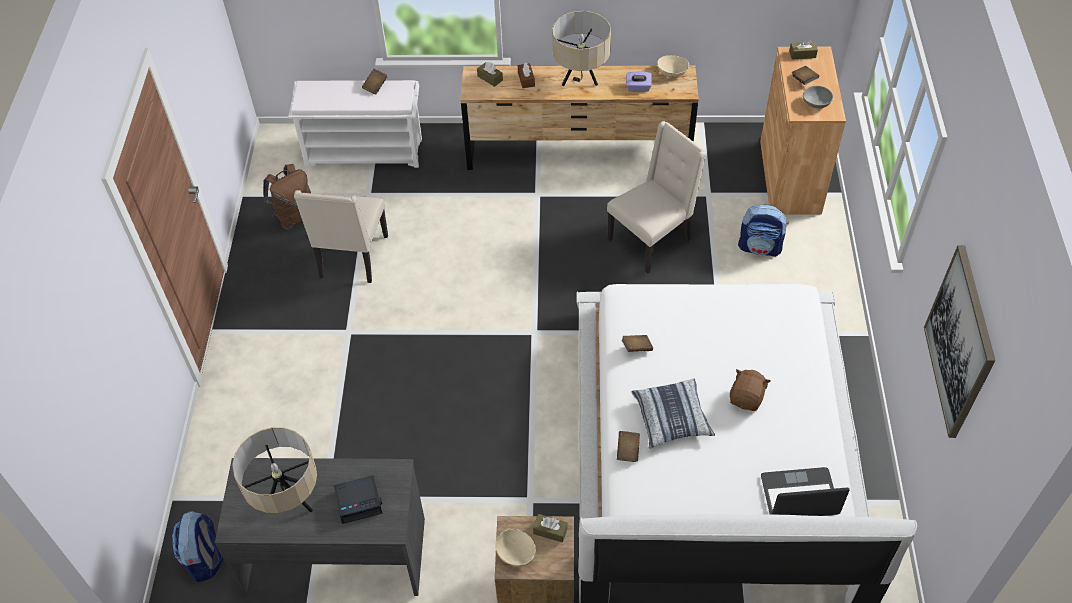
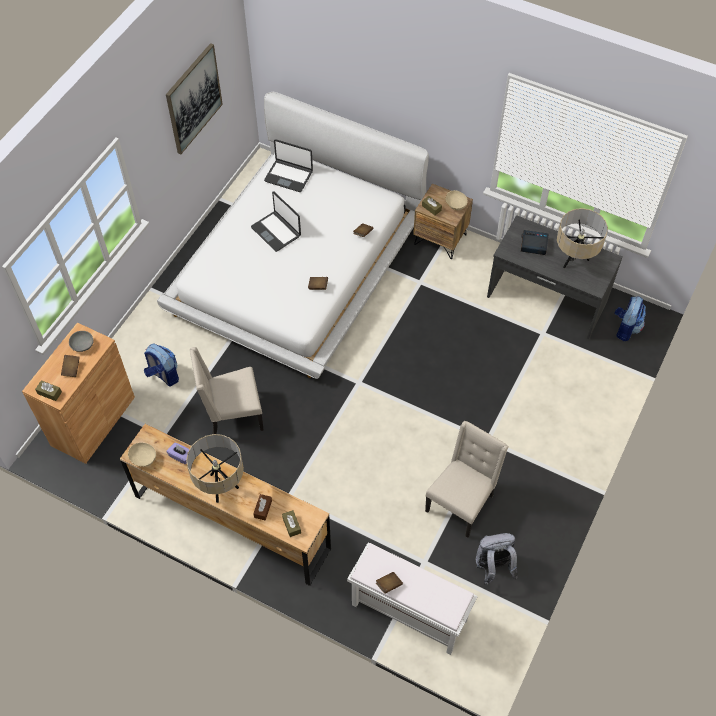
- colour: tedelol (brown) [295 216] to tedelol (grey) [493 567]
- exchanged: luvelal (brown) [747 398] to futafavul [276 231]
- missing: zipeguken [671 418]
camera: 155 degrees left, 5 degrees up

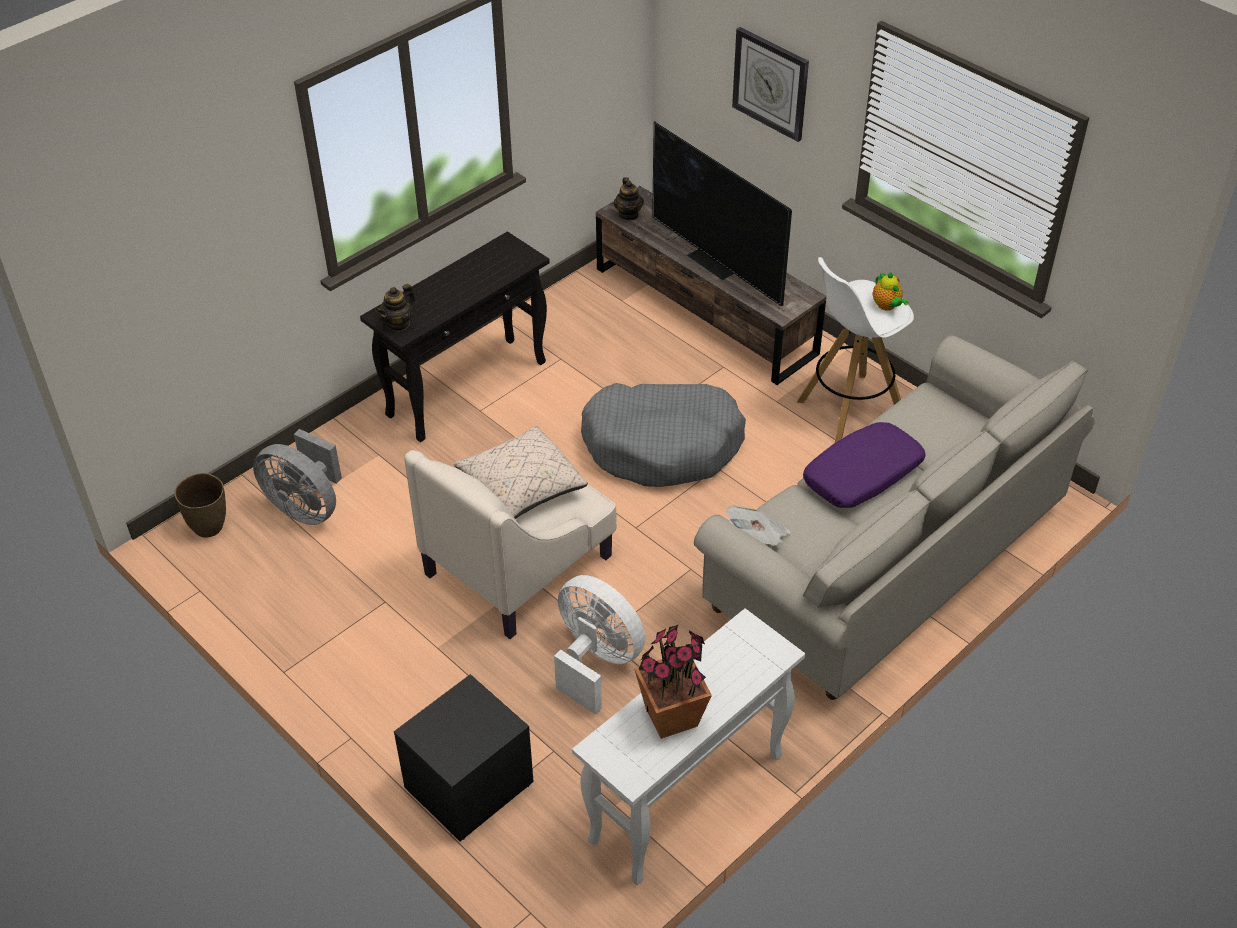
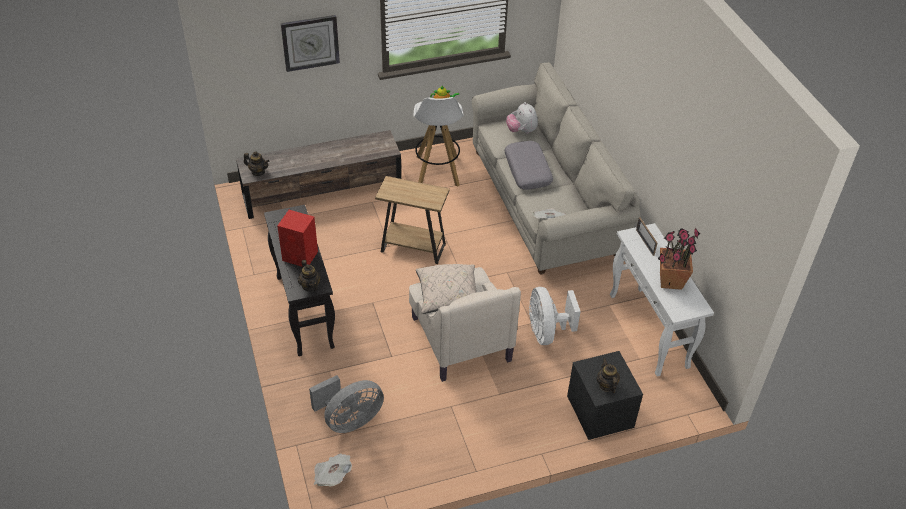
- missing: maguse [716 262]
- exchanged: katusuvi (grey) [663 445] to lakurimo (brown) [413 248]
- colour: zipeguken (purple) [863 475] to zipeguken (grey) [528 170]
- exchanged: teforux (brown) [209 527] to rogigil [332 475]
- spun: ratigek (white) [596 661] = [546 332] 75 degrees counterclockwise
- appeared: luvelal [521 131]
- appeared: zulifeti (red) [301 256]
- appeared: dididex [645 242]
- appeared: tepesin [606 385]
camera: 65 degrees left, 0 degrees up

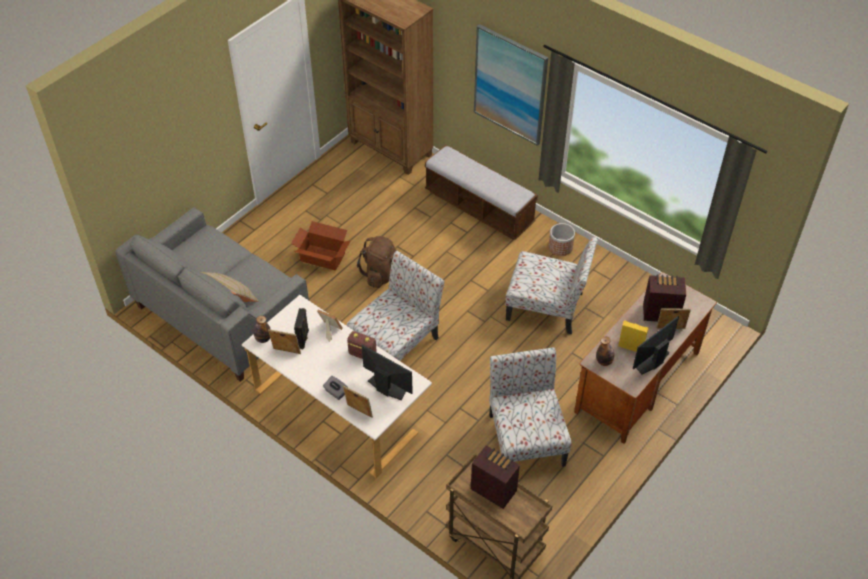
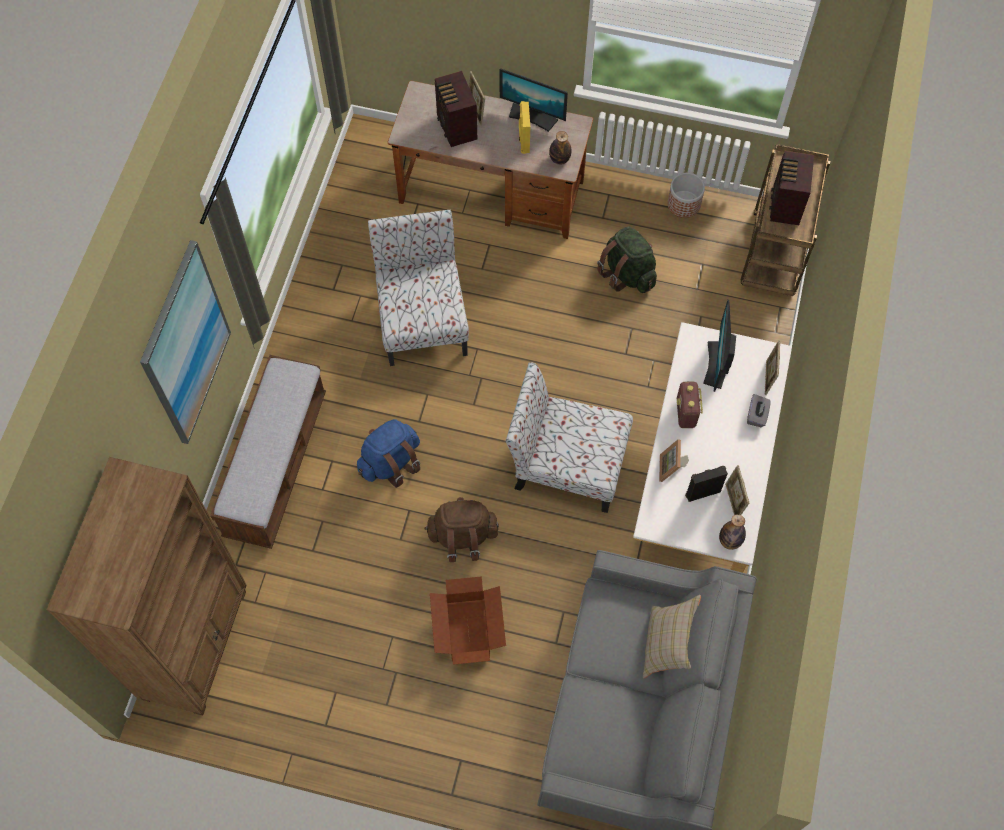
- relocated: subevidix [560 247] to [684 204]
- exchanged: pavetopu [525 437] to tedelol (green) [627 273]
- appeared: tedelol (blue) [390 463]
camera: 115 degrees left, 15 degrees up

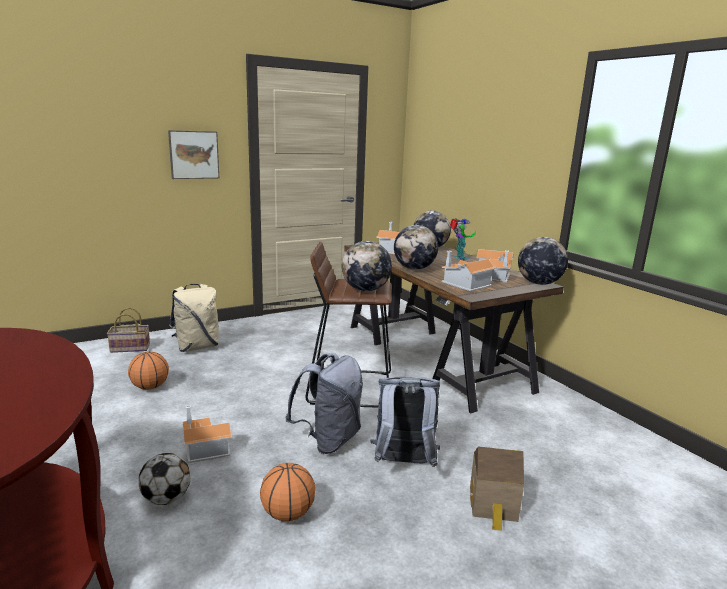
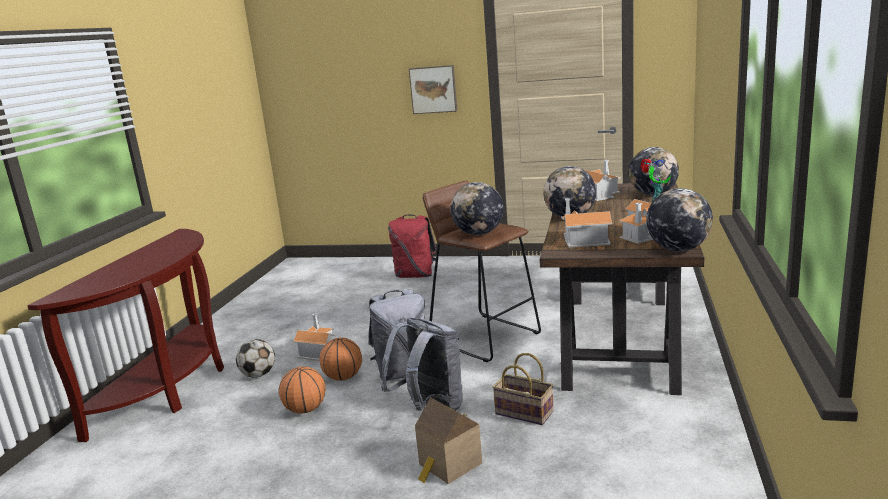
- colour: tedelol (beige) [197 347] to tedelol (red) [415 275]
- relocated: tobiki [129 348] to [522 413]
- relocated: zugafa [150 387] to [343 377]
camera: 45 degrees right, 0 degrees up

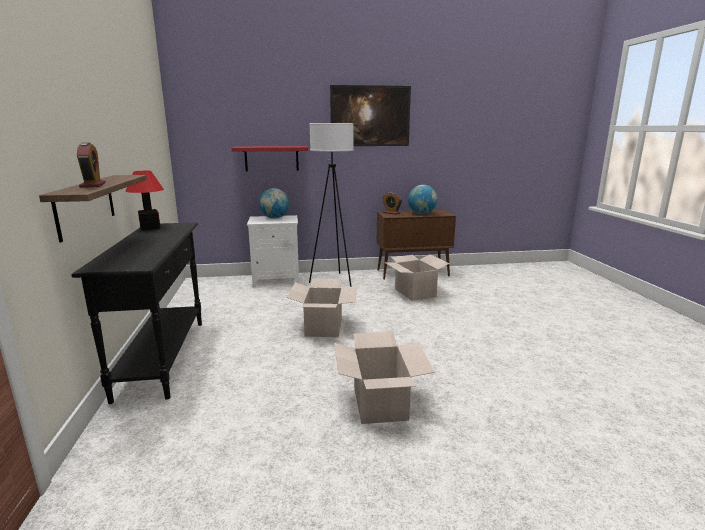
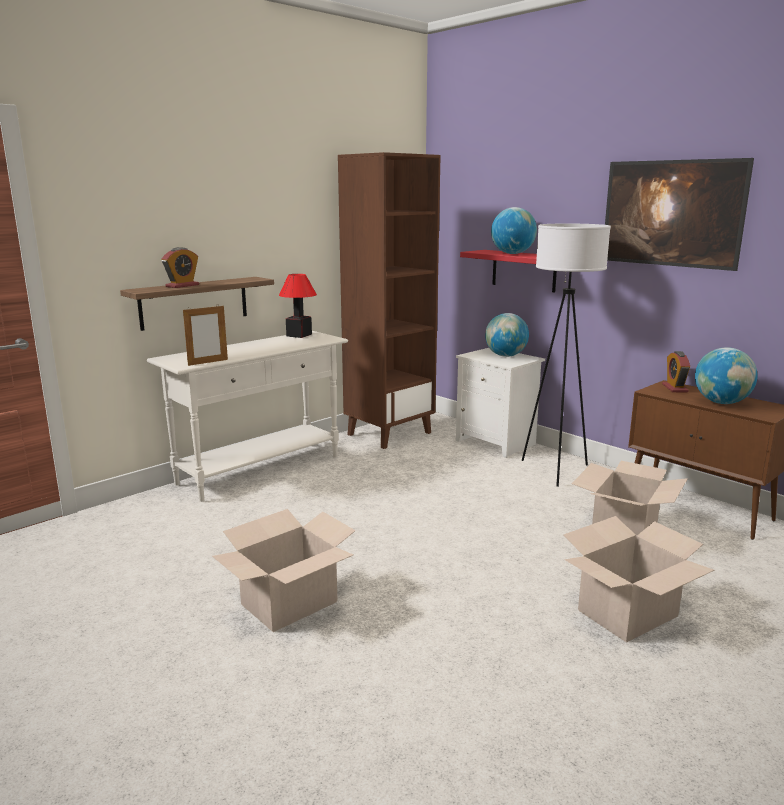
- colour: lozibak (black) [163 357] to lozibak (white) [261 470]
- relocated: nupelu [323 327] to [627 613]
- appeared: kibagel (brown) [389 433]
- appeared: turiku [512 254]
- appeared: dididex [208 362]
camera: 55 degrees right, 0 degrees up

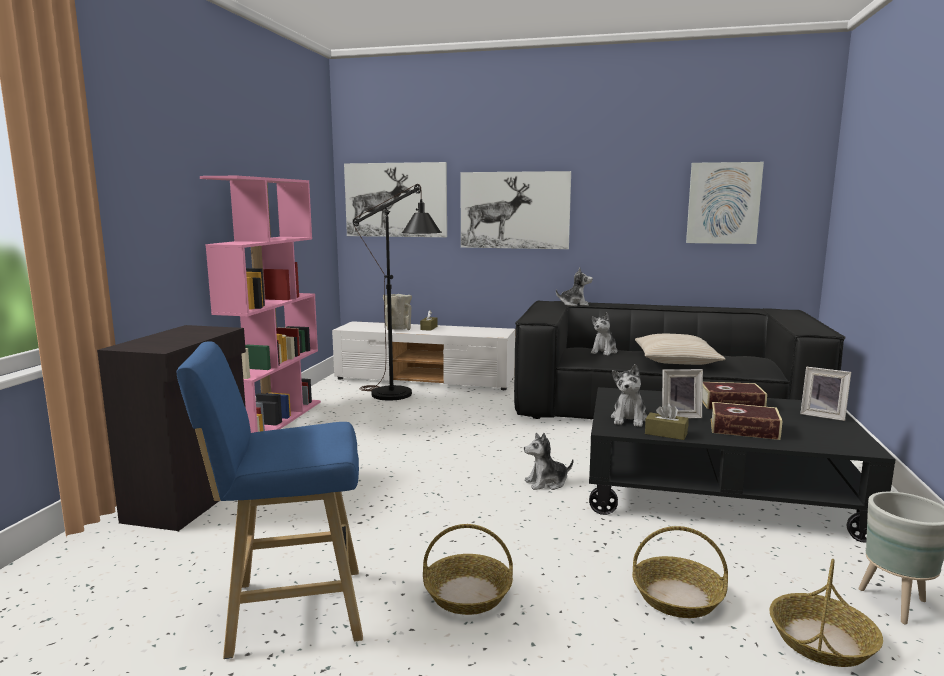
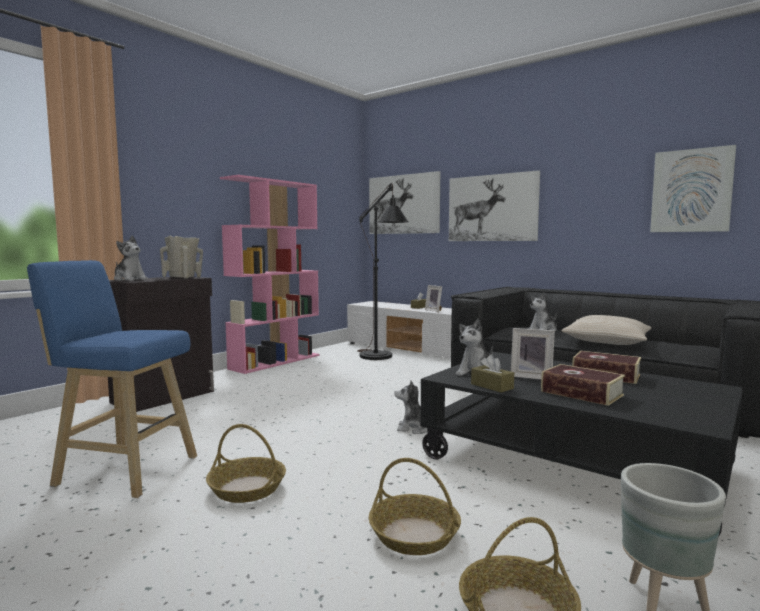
- relocated: luvelal [574 304] to [130 279]
- relocated: teforux (beige) [398 328] to [183 277]
- relocated: dididex [822 415] to [434 310]
camera: 25 degrees right, 5 degrees down

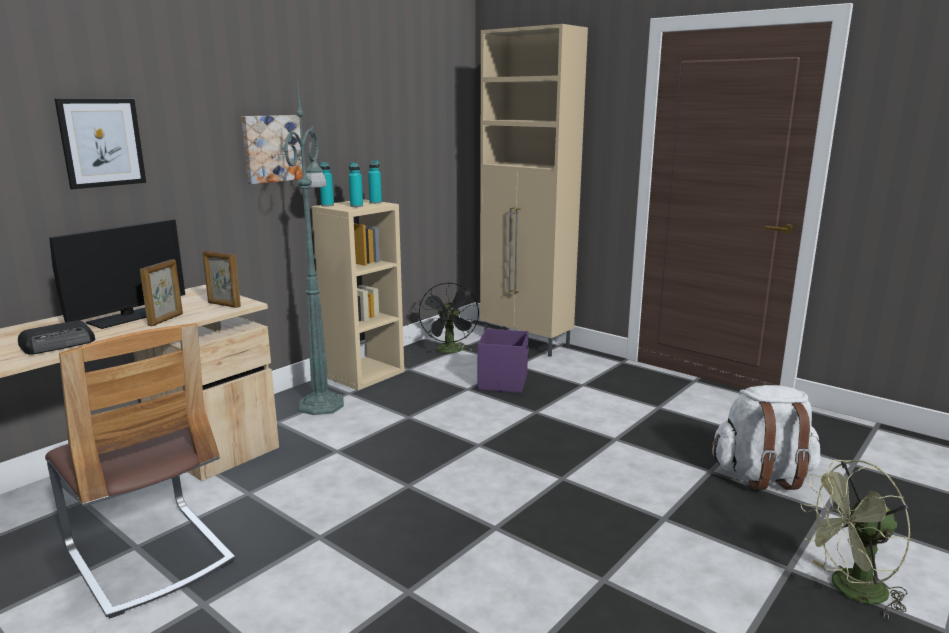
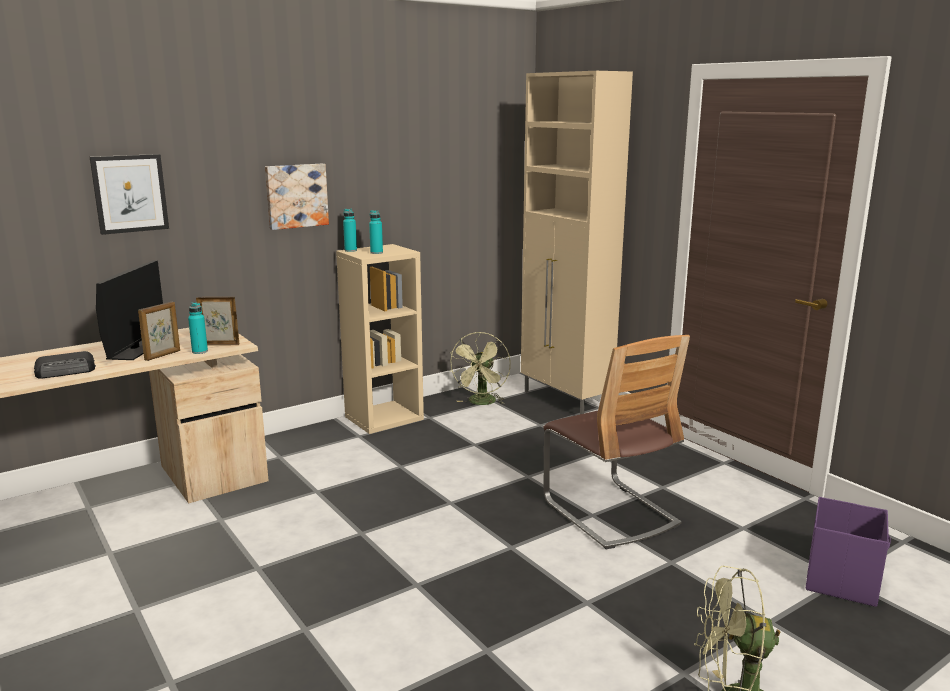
- missing: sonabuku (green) [322 403]
- relocated: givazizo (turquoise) [375 202] to [200 351]
- spun: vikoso [128 317] = [135 350] 45 degrees counterclockwise
- spun: dididex [224 305] = [220 344] 135 degrees clockwise
- colour: ratigek (black) [450 351] to ratigek (green) [481 403]
- relocated: pavetopu [149 556] to [610 513]
- relocated: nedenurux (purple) [503 382] to [842 580]
- missing: tedelol (white) [762 475]
camera: 15 degrees right, 0 degrees up

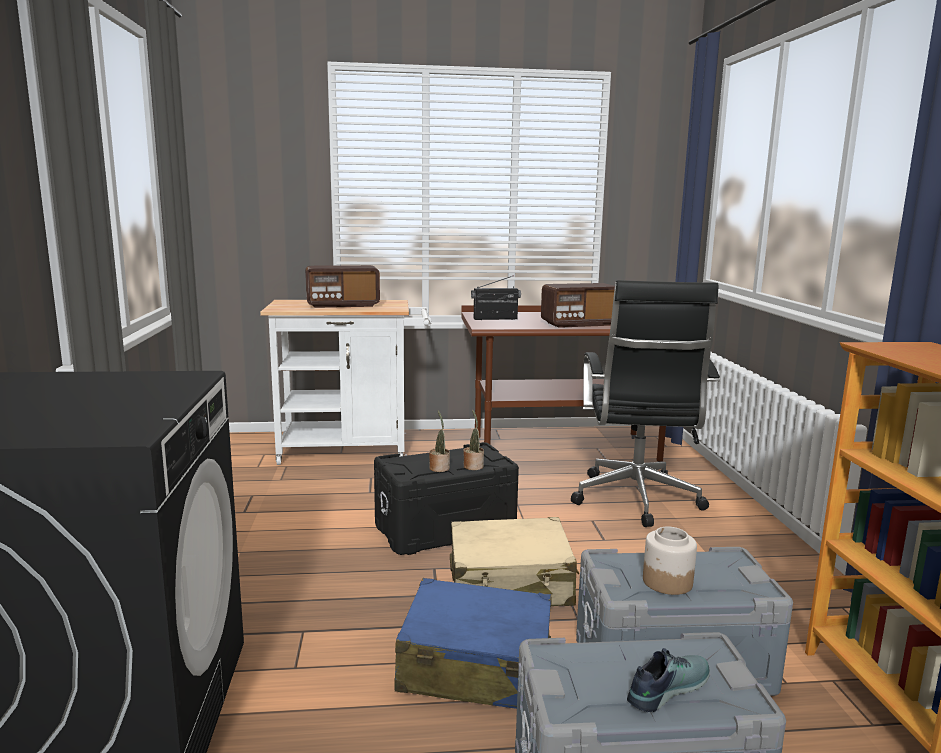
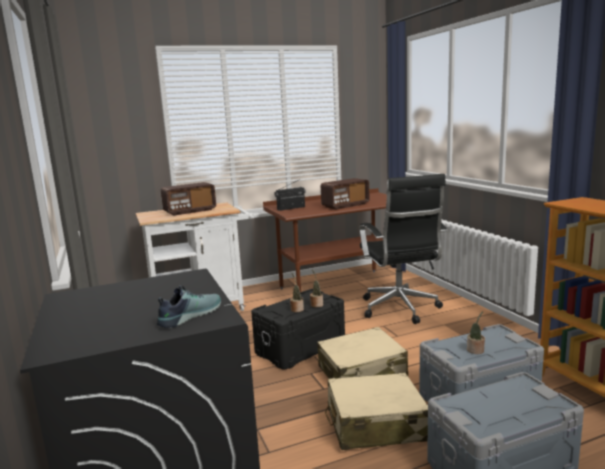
- exchanged: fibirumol [666 581] to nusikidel [476 351]
- colour: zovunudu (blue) [475 666] to zovunudu (beige) [375 425]
- relocated: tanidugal [665 687] to [189 315]
camera: 15 degrees left, 0 degrees up

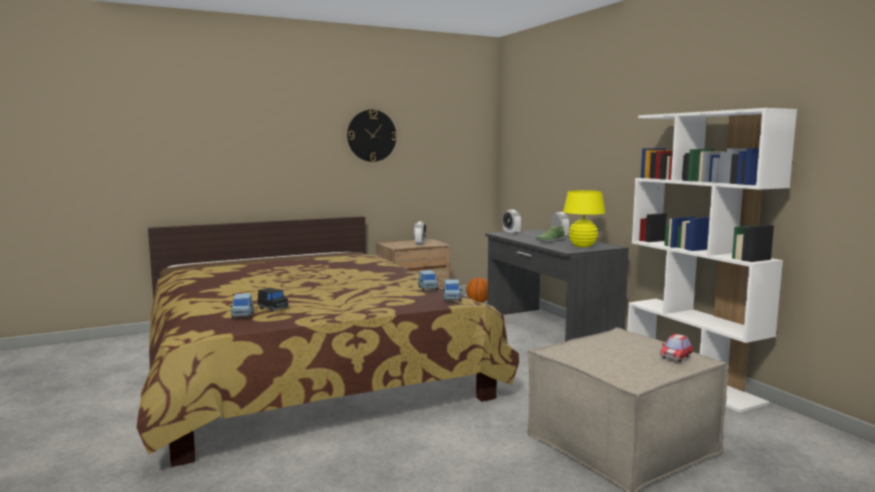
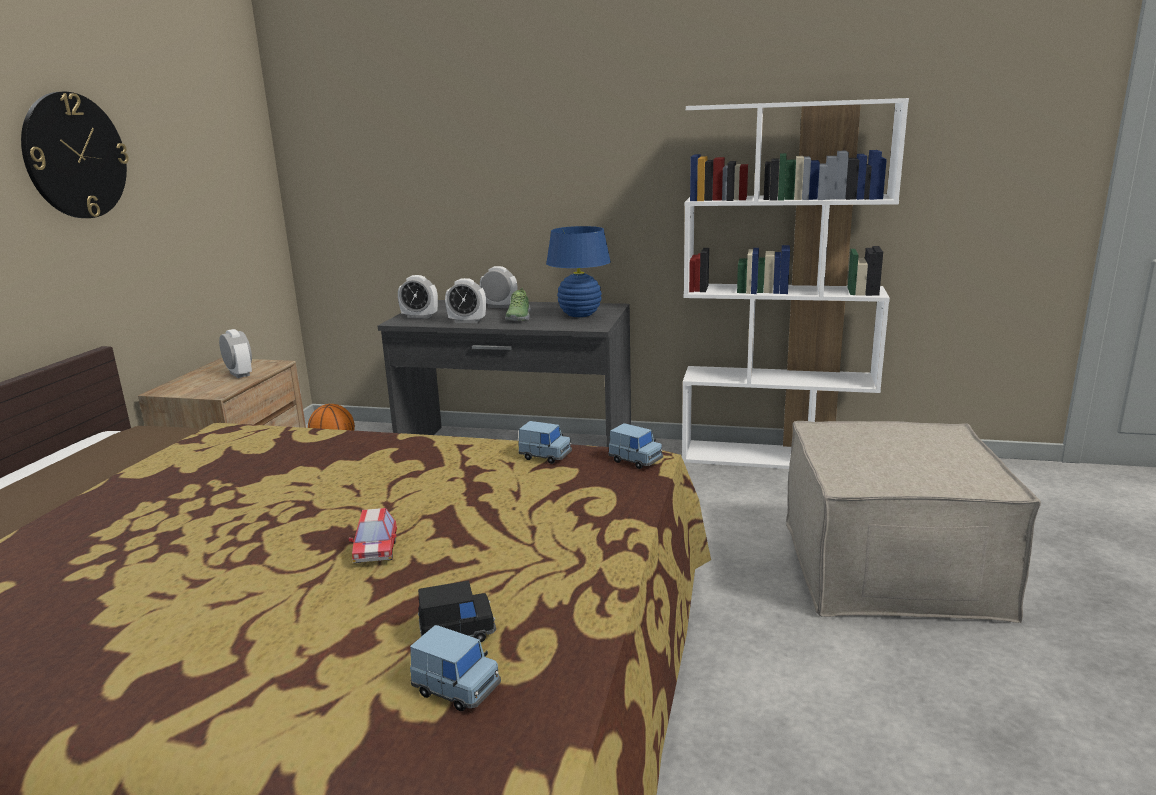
- colour: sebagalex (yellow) [582 246] to sebagalex (blue) [579 314]
- relocated: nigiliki [676 357] to [376 551]
- appeared: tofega [467 321]
camera: 50 degrees left, 10 degrees up

